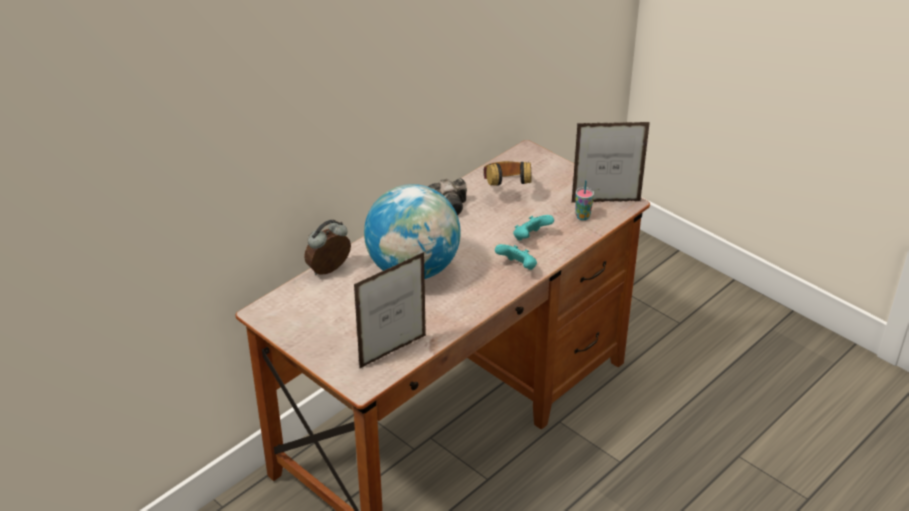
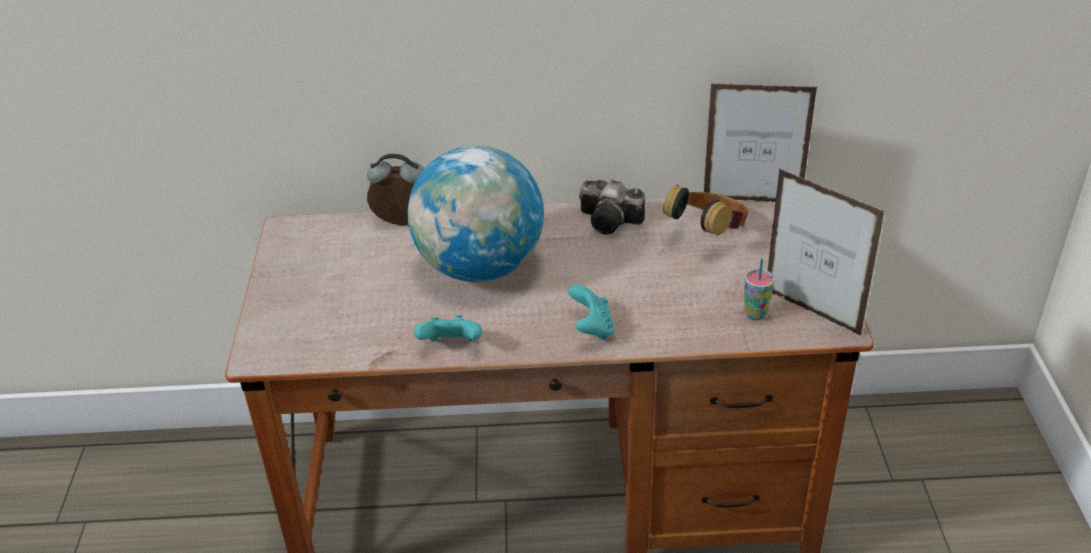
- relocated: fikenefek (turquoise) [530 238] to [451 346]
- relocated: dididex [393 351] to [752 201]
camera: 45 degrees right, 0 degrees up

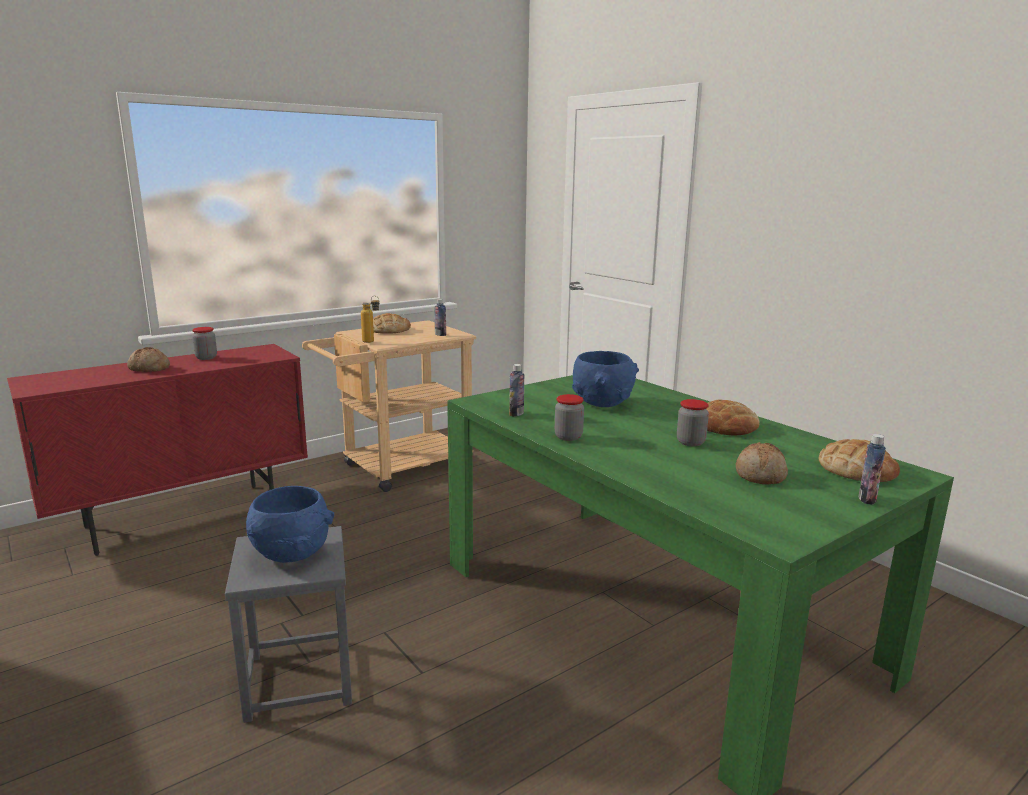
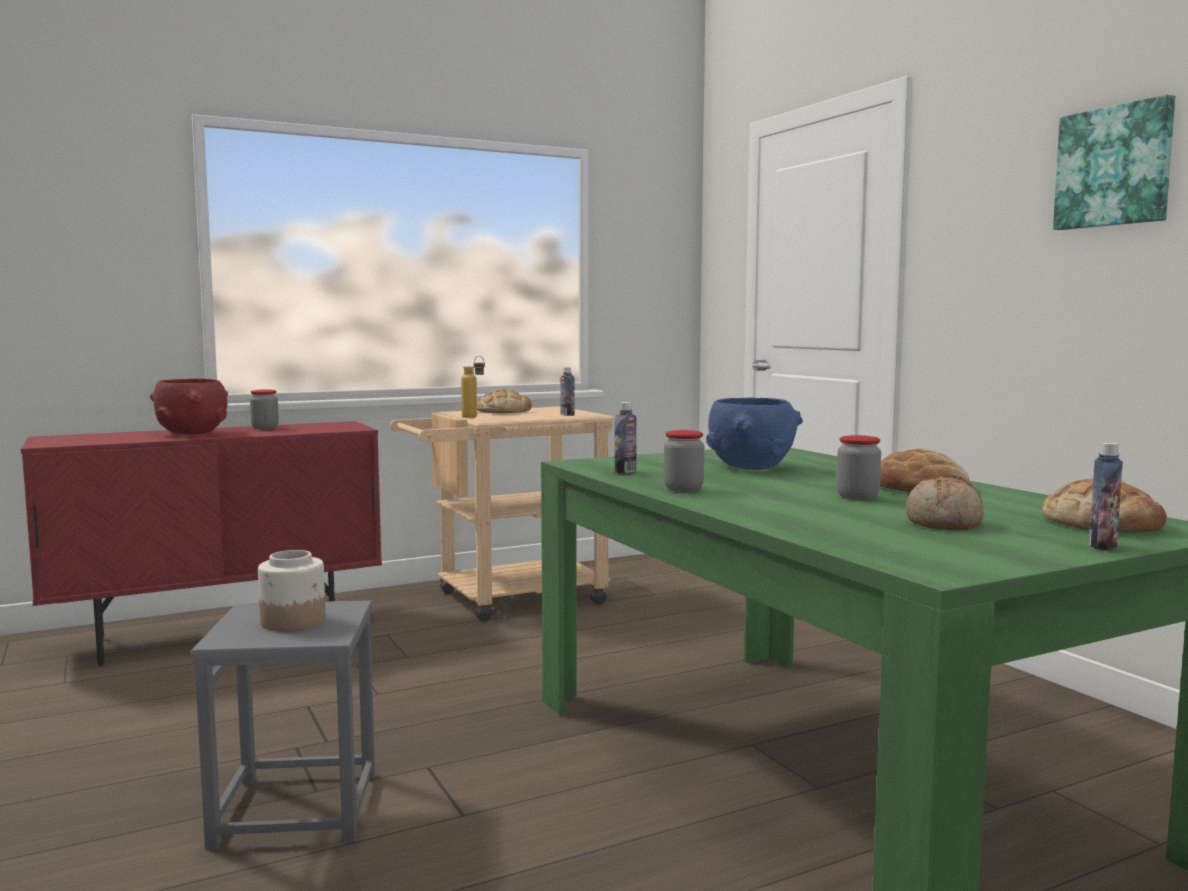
- exchanged: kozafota [149 369] to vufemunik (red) [191 433]
- exchanged: vufemunik (blue) [292 554] to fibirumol [294 621]
- appeared: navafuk [1114 167]
camera: 10 degrees right, 10 degrees down

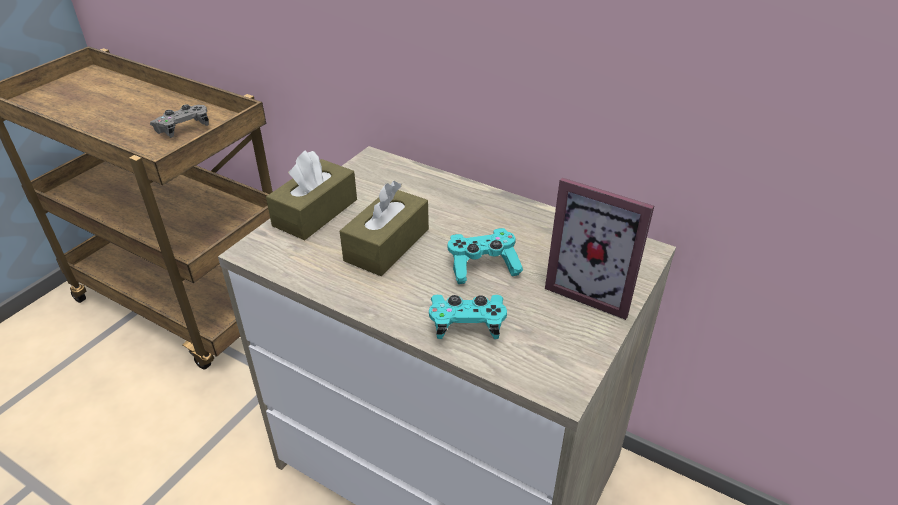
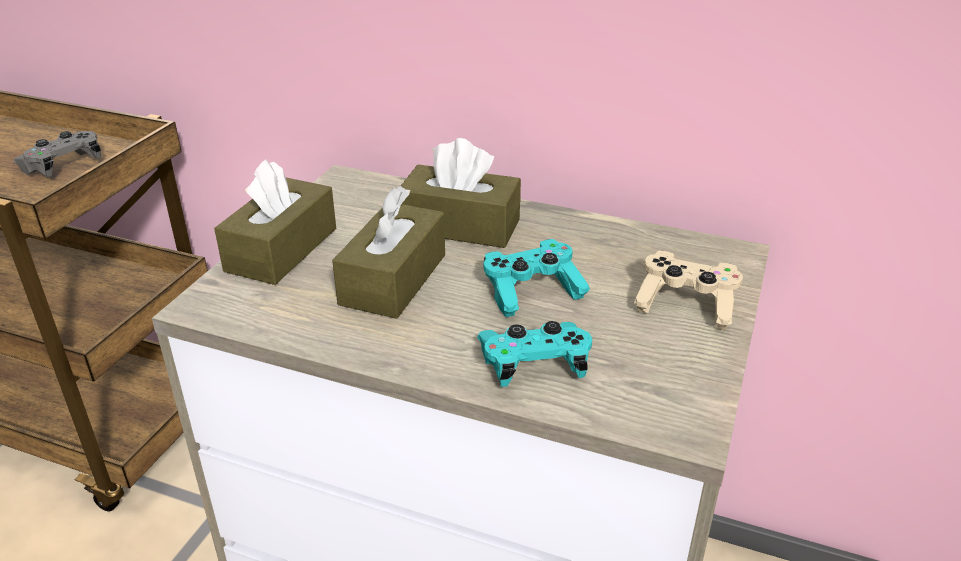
- exchanged: dididex [593 289] to fikenefek (beige) [686 304]
- appeared: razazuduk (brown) [460 226]
camera: 10 degrees left, 5 degrees down

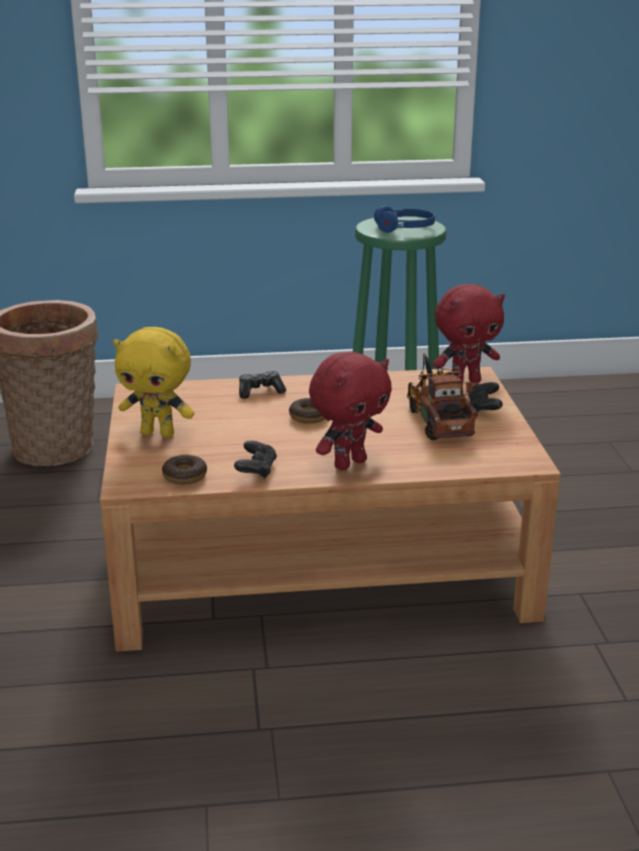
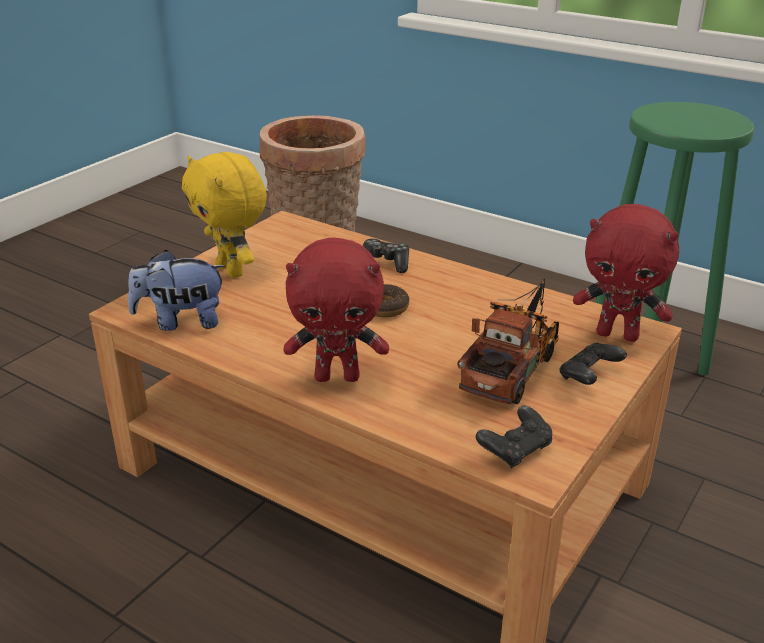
- missing: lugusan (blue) [404 228]
- relocated: fikenefek (black) [256 470] to [515 450]
- exchanged: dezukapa [185 476] to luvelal [181 321]
camera: 40 degrees right, 5 degrees up

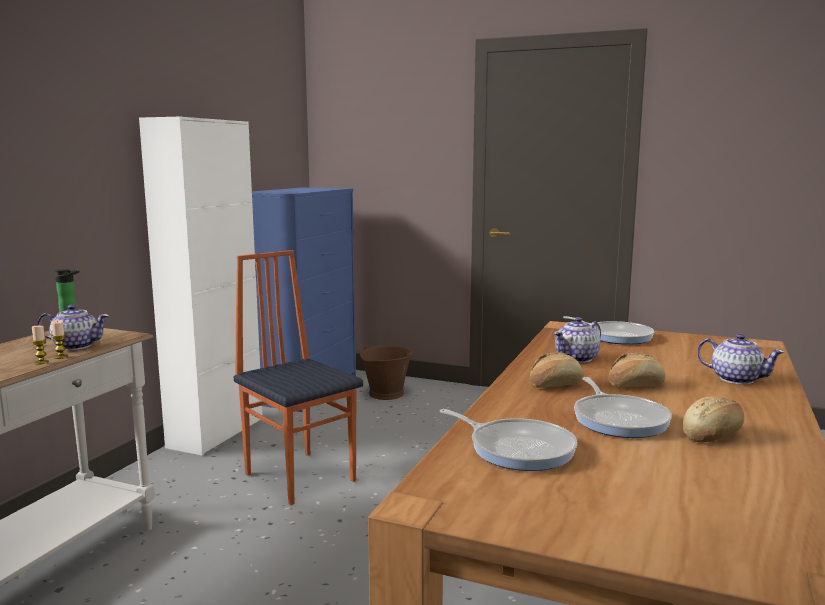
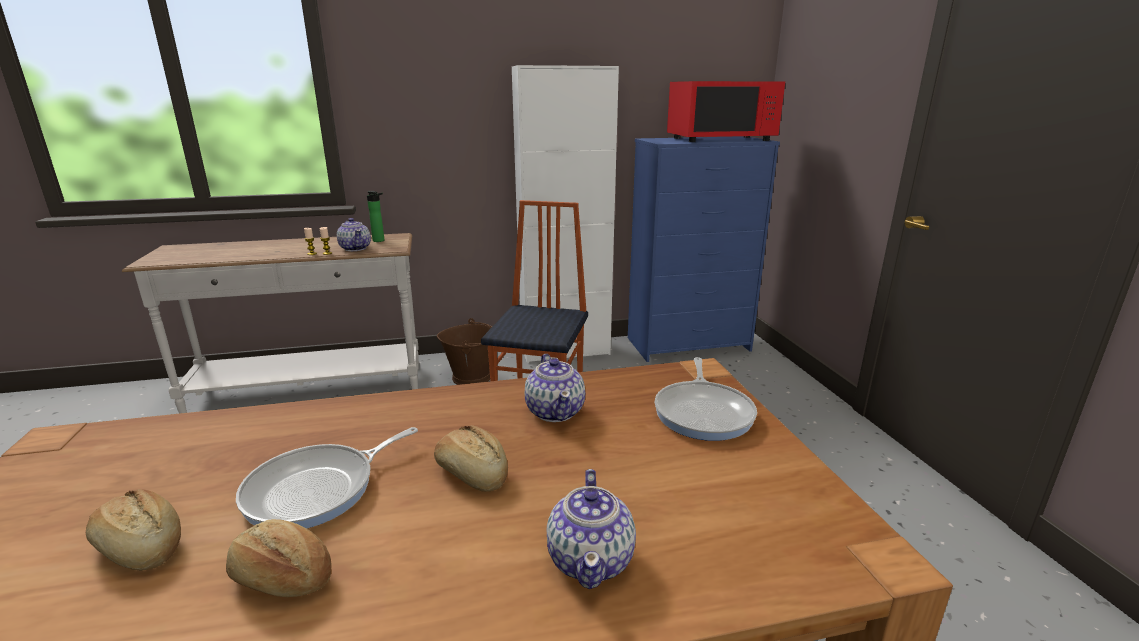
- spun: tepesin [577 358] = [555 411] 120 degrees counterclockwise
- relocated: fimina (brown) [386 393] to [472 377]
- relocated: kozafota [555 385] to [141 547]
- missing: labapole [517 449]
- appeared: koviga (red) [720 139]
camera: 55 degrees right, 10 degrees up

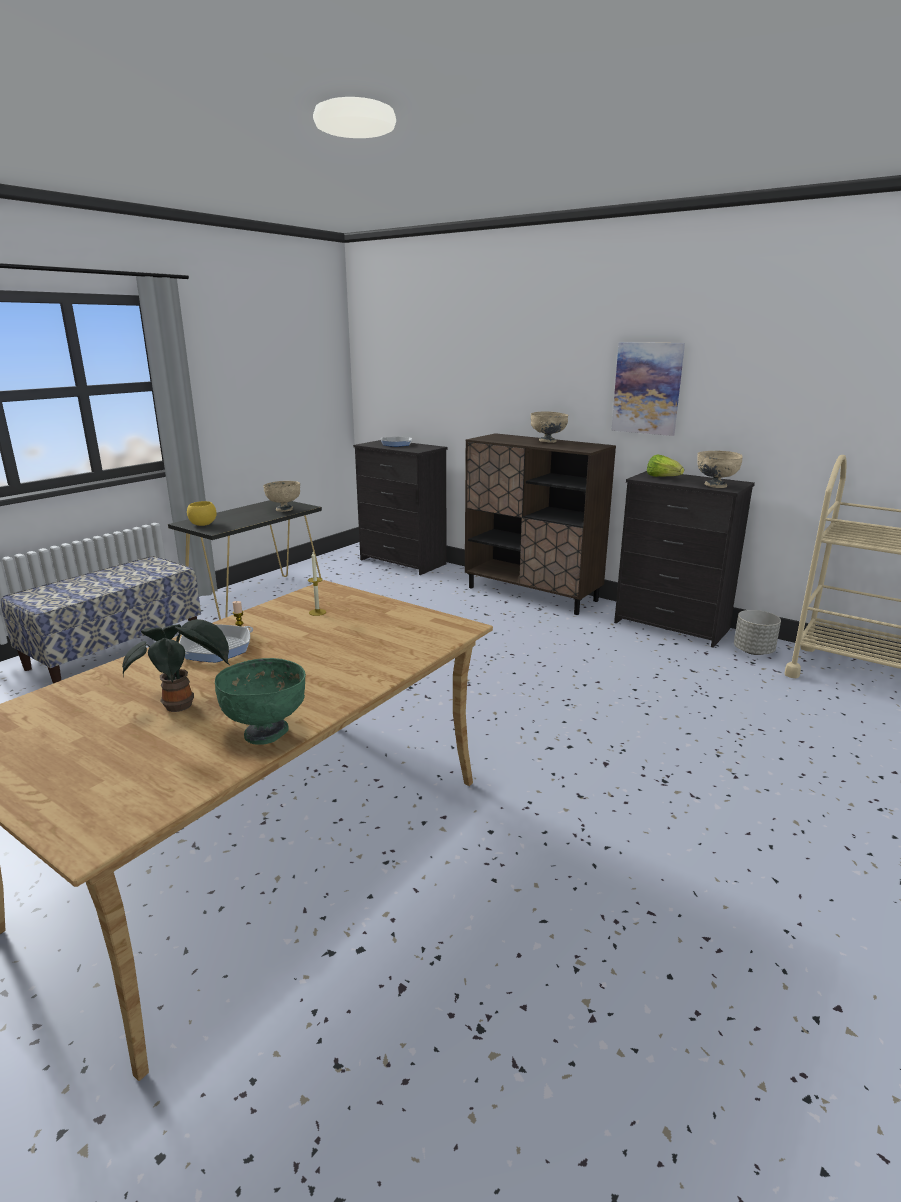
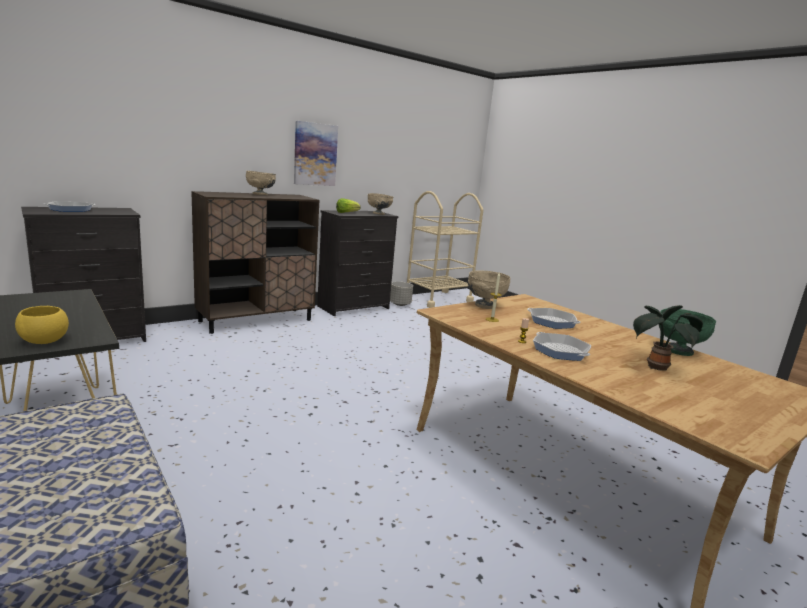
- relocated: vufemunik (beige) [284 509] to [484 306]
- appeared: labapole [552 322]
camera: 75 degrees left, 5 degrees down

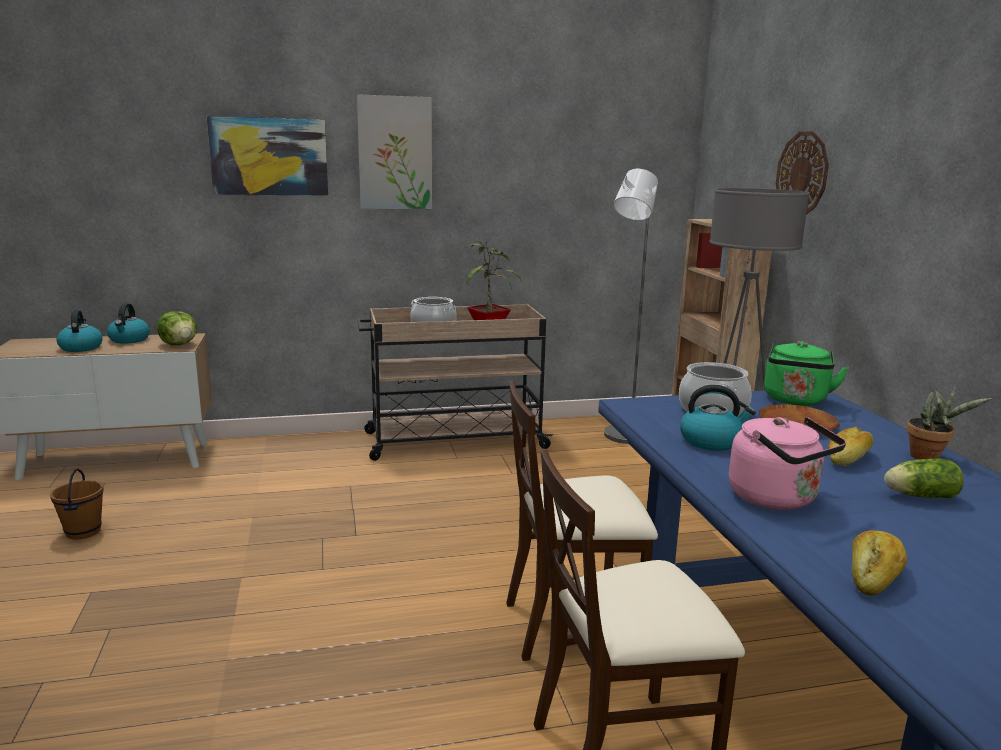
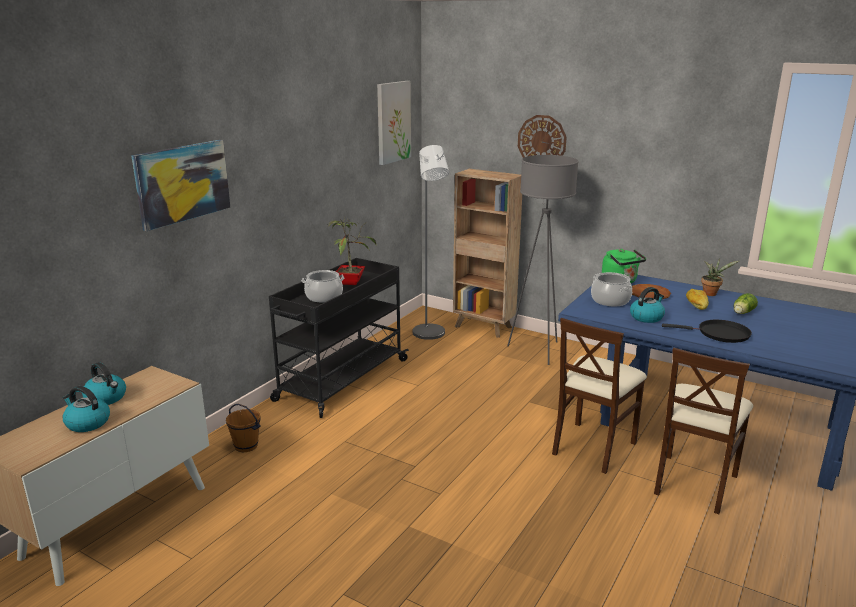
- relocated: navafuk [395 153] to [393 122]
- colour: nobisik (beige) [453 440] to nobisik (black) [341 380]
- missing: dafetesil [179 344]
- exchanged: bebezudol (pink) [777 499] to labapole (black) [719 334]
- relocated: fimina (brown) [82 532] to [246 446]
- missing: kozafota [874 575]
camera: 45 degrees left, 5 degrees up

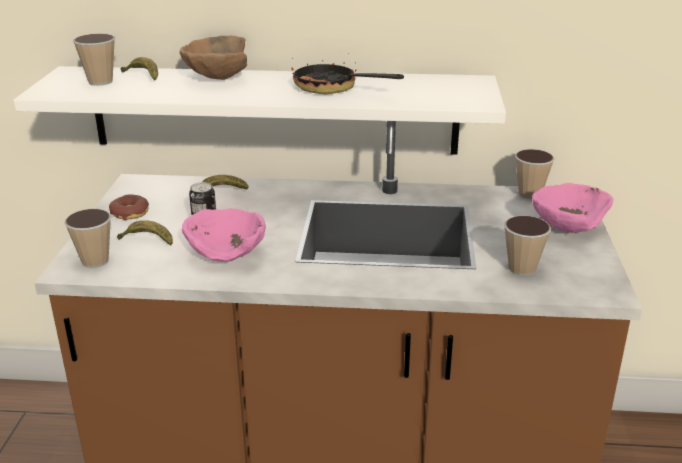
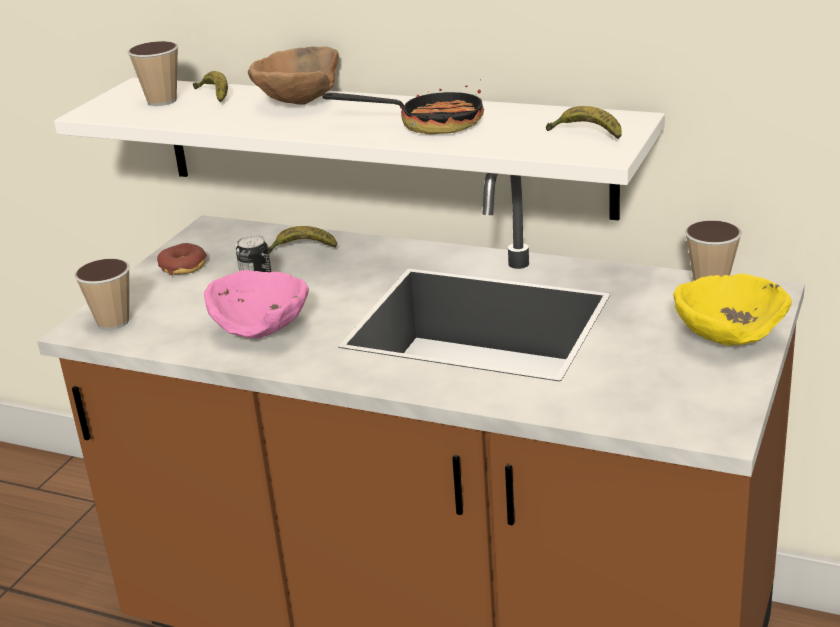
- spun: labapole [333 89] = [428 124] 135 degrees clockwise
- colour: vufemunik (pink) [566 228] to vufemunik (yellow) [727 337]
- missing: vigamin [522 269]
- relocated: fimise [147 240] to [586 134]
camera: 20 degrees right, 0 degrees up

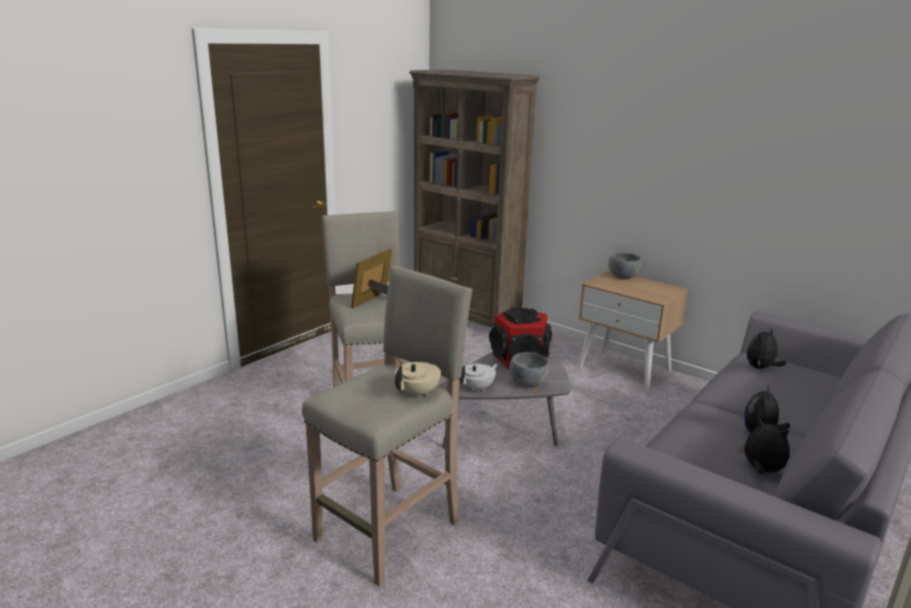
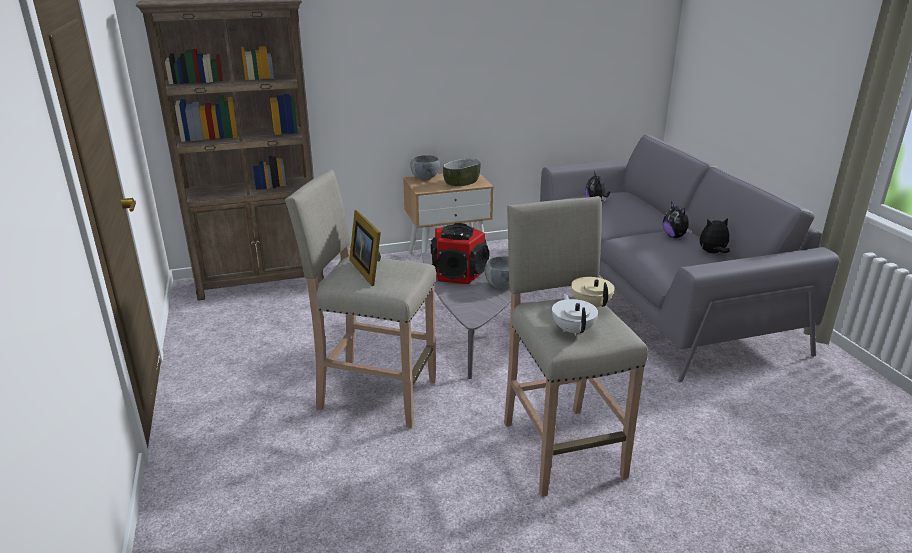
- relocated: tepesin (white) [478 388] to [573 330]
- appeared: vufemunik [461 182]
camera: 55 degrees left, 5 degrees up

